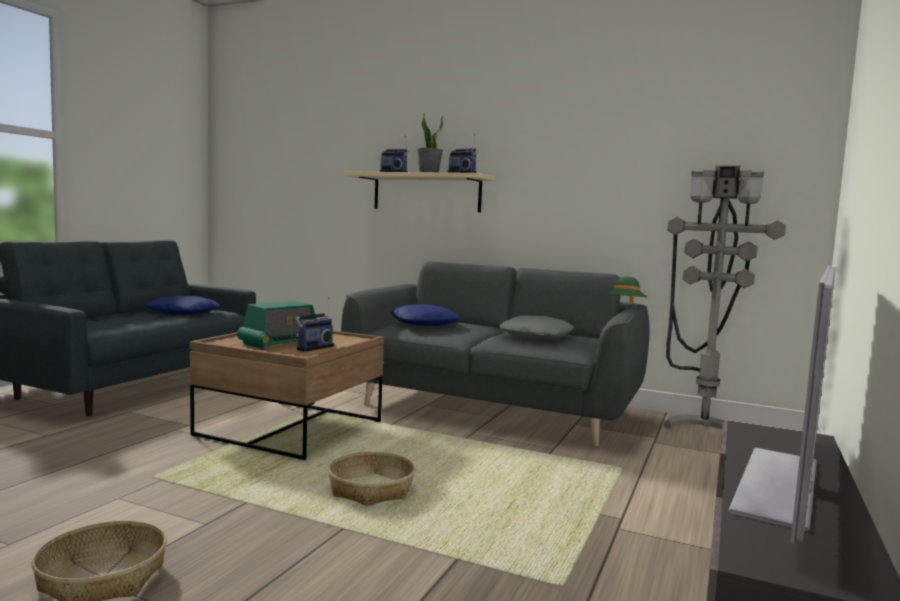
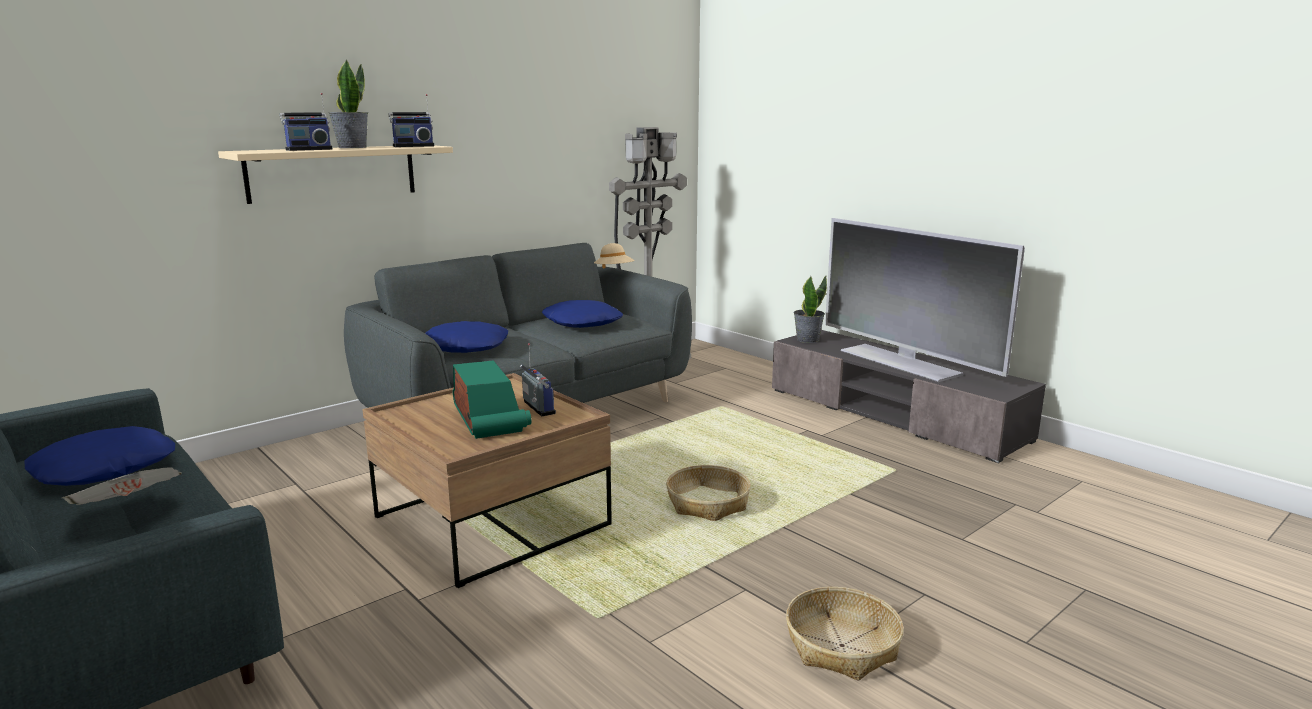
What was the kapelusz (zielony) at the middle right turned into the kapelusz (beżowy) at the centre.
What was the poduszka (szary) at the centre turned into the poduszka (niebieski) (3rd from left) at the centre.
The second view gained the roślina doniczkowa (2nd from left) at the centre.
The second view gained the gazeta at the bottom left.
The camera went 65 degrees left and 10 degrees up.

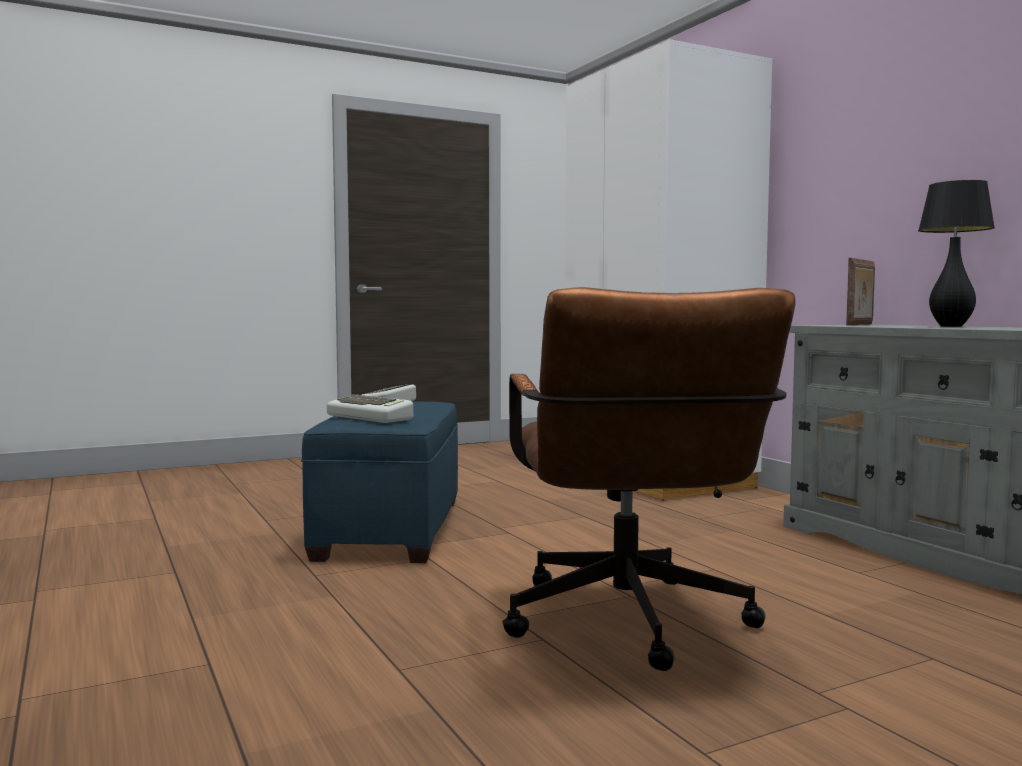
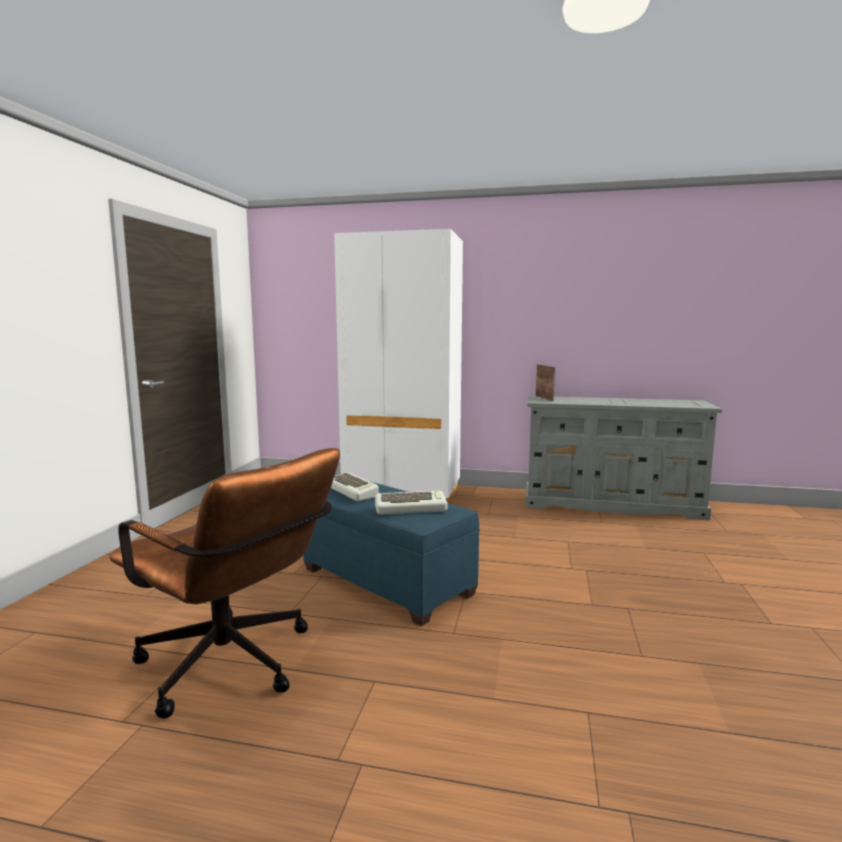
The second view lost the lampa stołowa (czarny) at the top right.
The krzesło biurowe (brązowy) ended up elsewhere, having gone from the centre to the bottom left.
The camera went 50 degrees left and 5 degrees up.

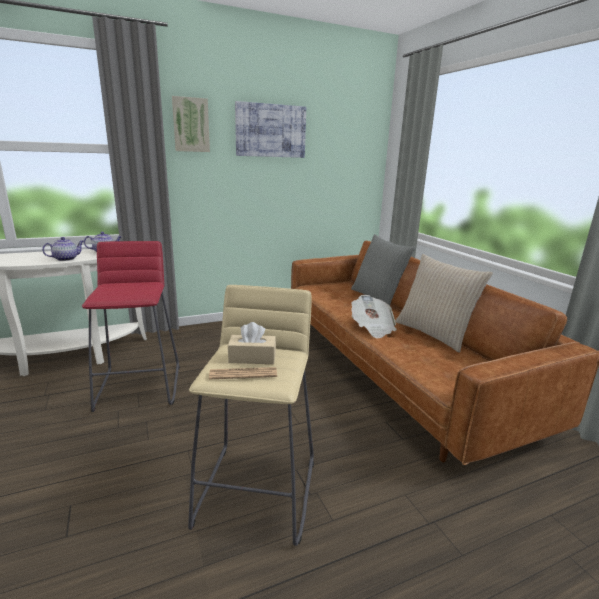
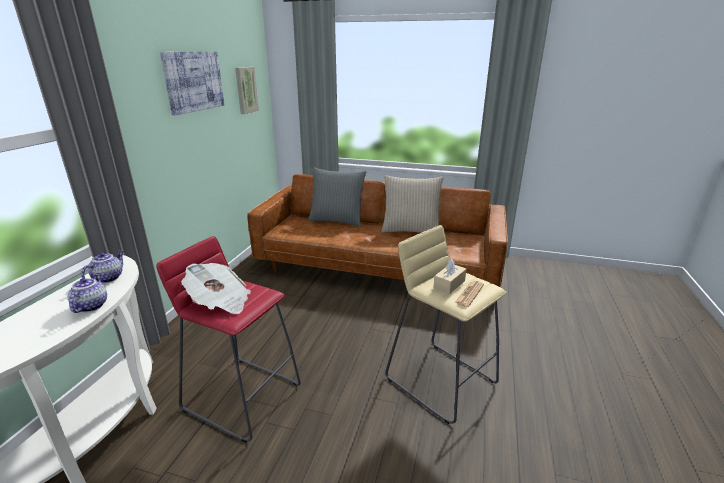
The obraz (1st from left in the first image) ended up elsewhere, having gone from the top left to the top centre.
The gazeta (2nd from left in the first image) ended up elsewhere, having gone from the centre to the middle left.
The camera went 50 degrees left and 5 degrees up.

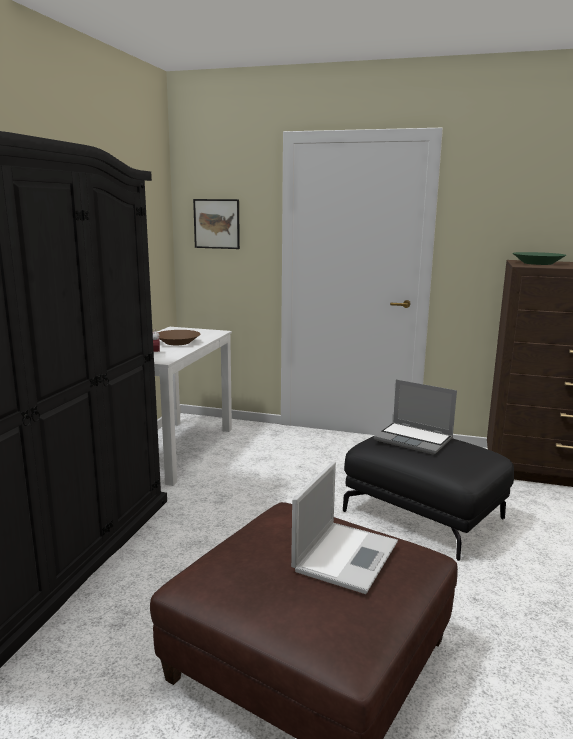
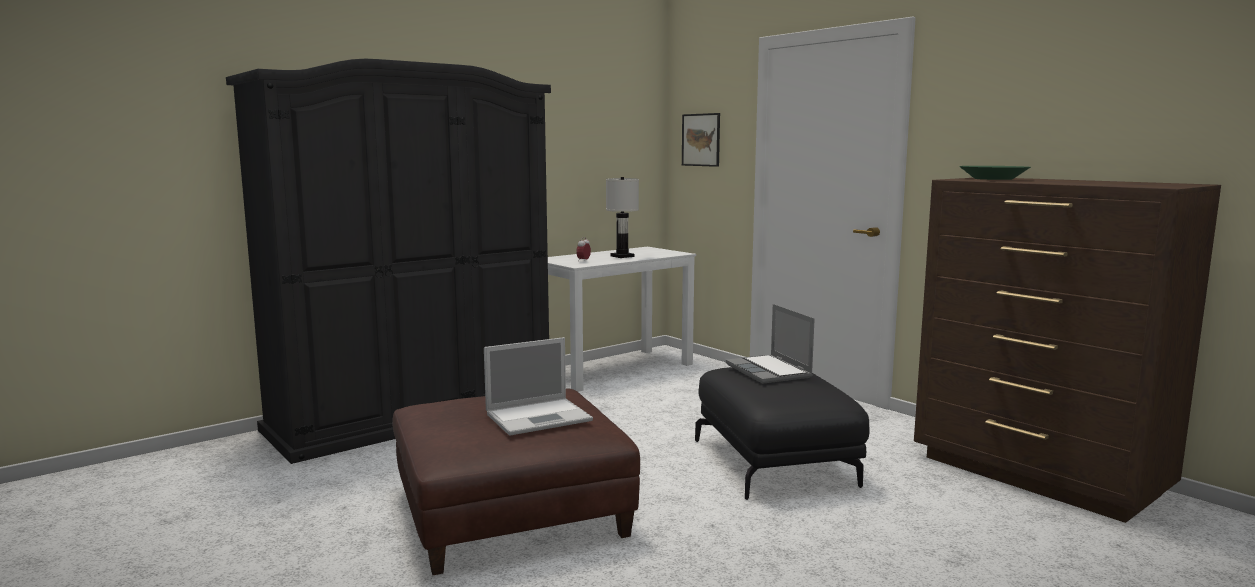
Where the miska (brązowy) stood at the middle left, the lampa stołowa (biały) came to stand at the centre.
The camera went 35 degrees right and 5 degrees down.

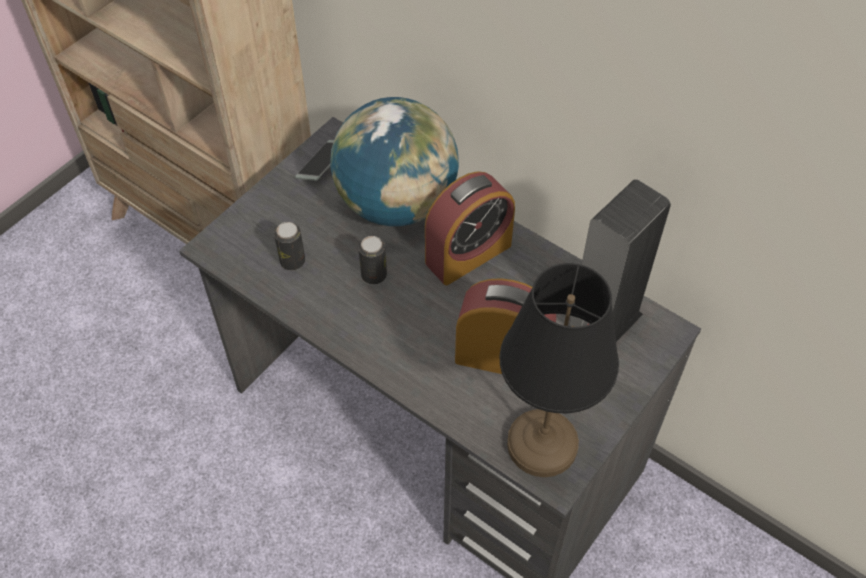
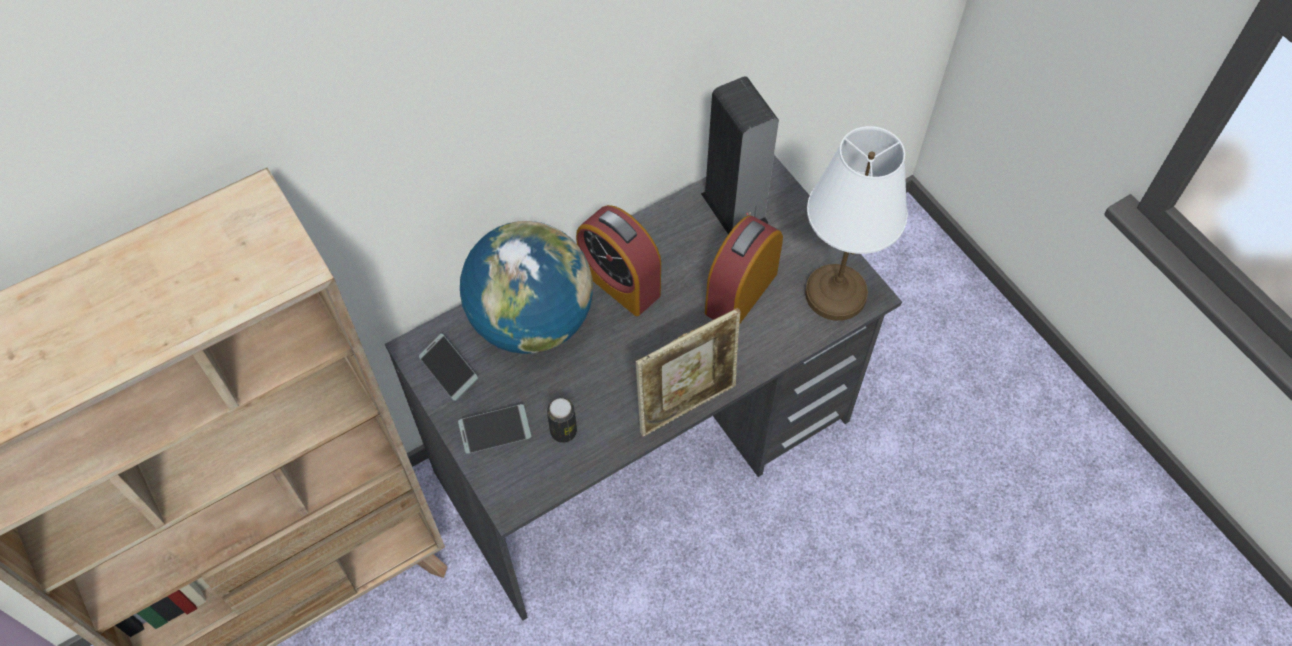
The budzik (1st from left) at the centre ended up facing another way, 150 degrees clockwise from before.
The second view lost the puszka (2nd from left) at the centre.
What was the lampa stołowa (czarny) at the centre turned into the lampa stołowa (biały) at the centre.
The second view gained the ramka na zdjęcie at the centre.
The second view gained the telefon (2nd from left) at the centre.
The camera went 70 degrees left and 5 degrees up.

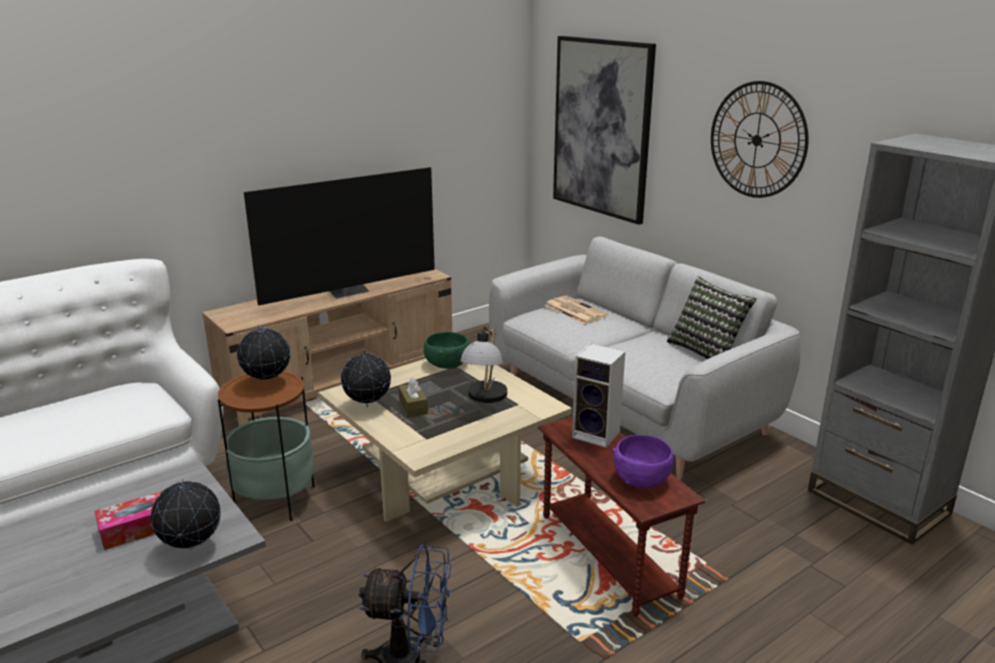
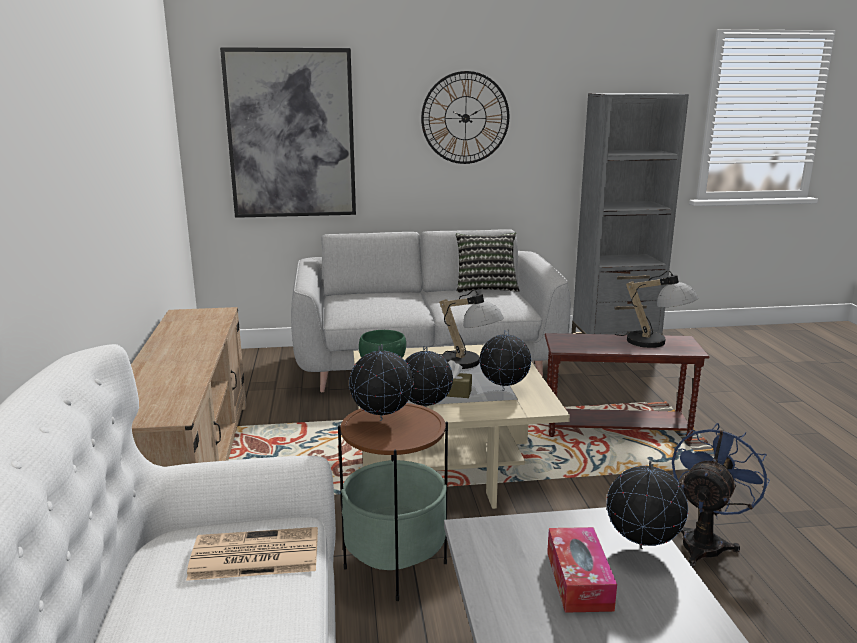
The second view lost the telewizor at the centre.
The gazeta ended up elsewhere, having gone from the centre to the bottom left.
The second view lost the głośnik at the centre.
Where the miska (fioletowy) stood at the bottom centre, the lampa stołowa (2nd from left) came to stand at the middle right.
The second view gained the globus (3rd from left) at the centre.
The camera went 60 degrees left and 5 degrees down.

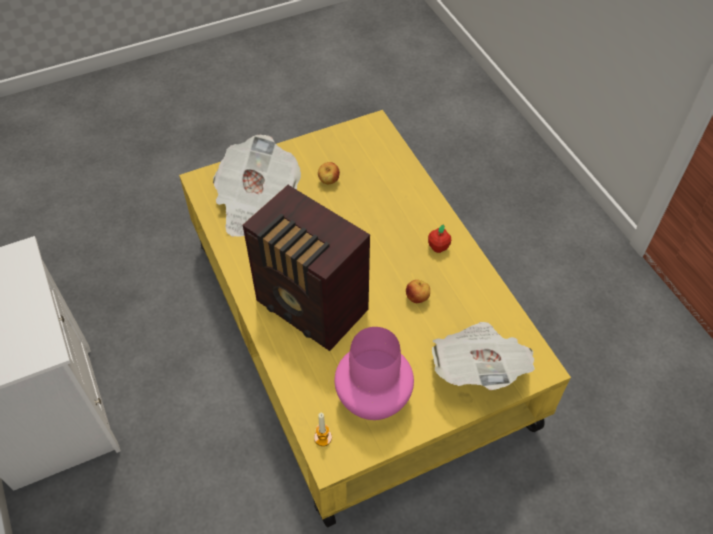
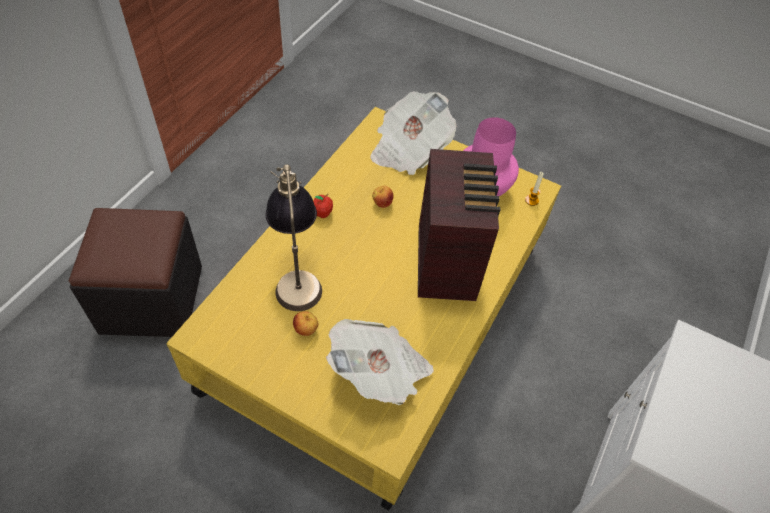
The second view gained the lampa stołowa at the centre.
The second view gained the pufa (czarny) at the middle left.
The camera went 130 degrees left and 0 degrees up.

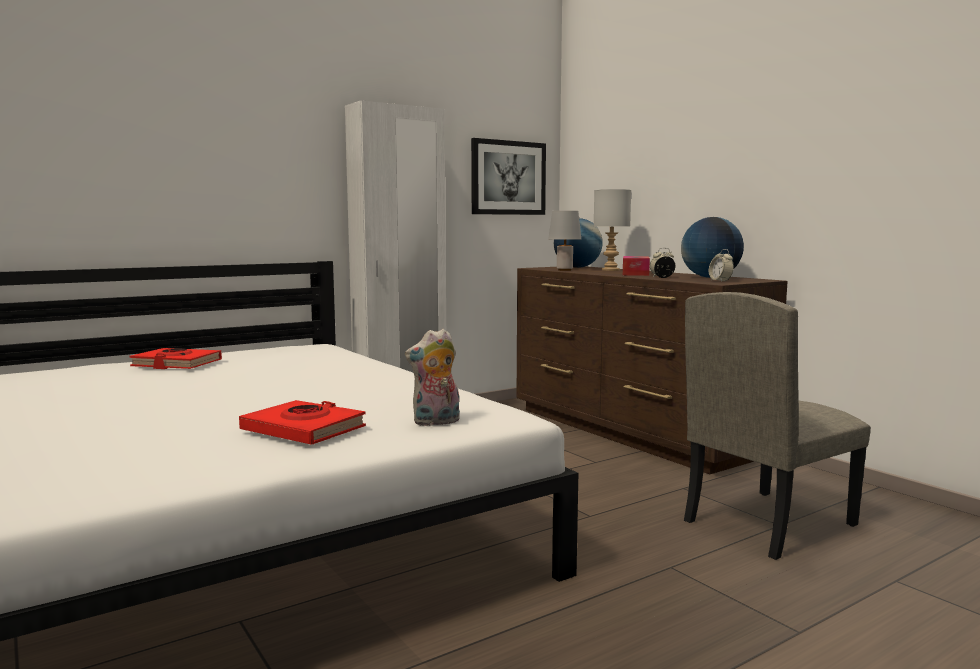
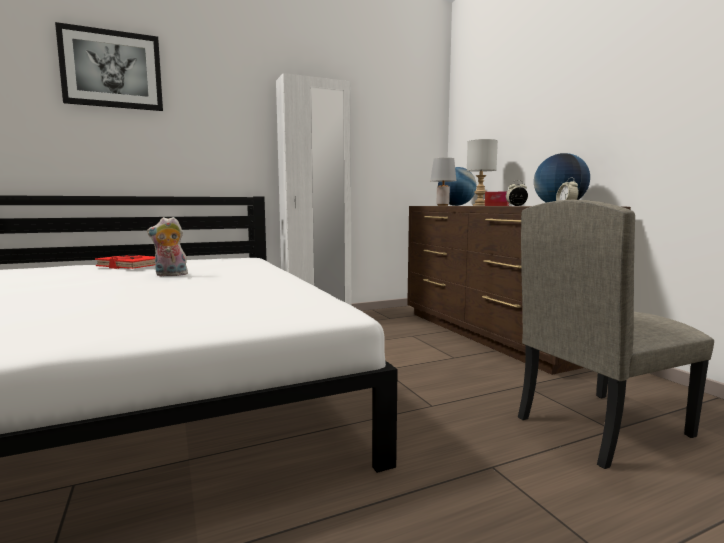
The obraz ended up elsewhere, having gone from the top centre to the top left.
The pluszak ended up elsewhere, having gone from the centre to the middle left.
The second view lost the książka (czerwony) (2nd from left) at the middle left.
The camera went 10 degrees right and 0 degrees up.

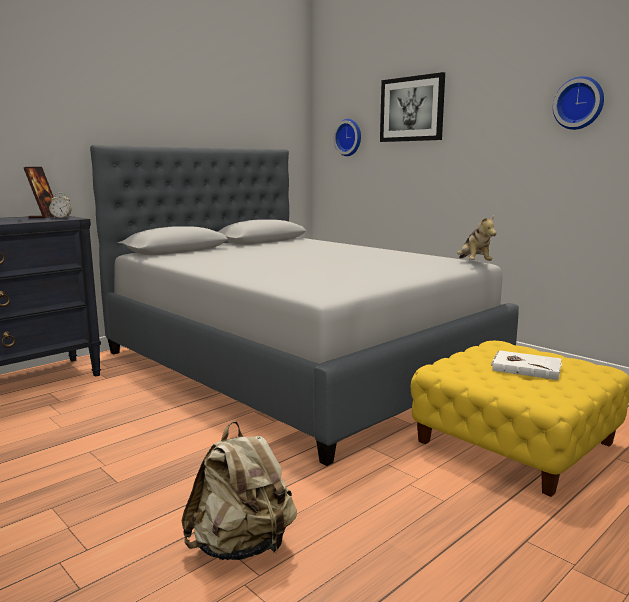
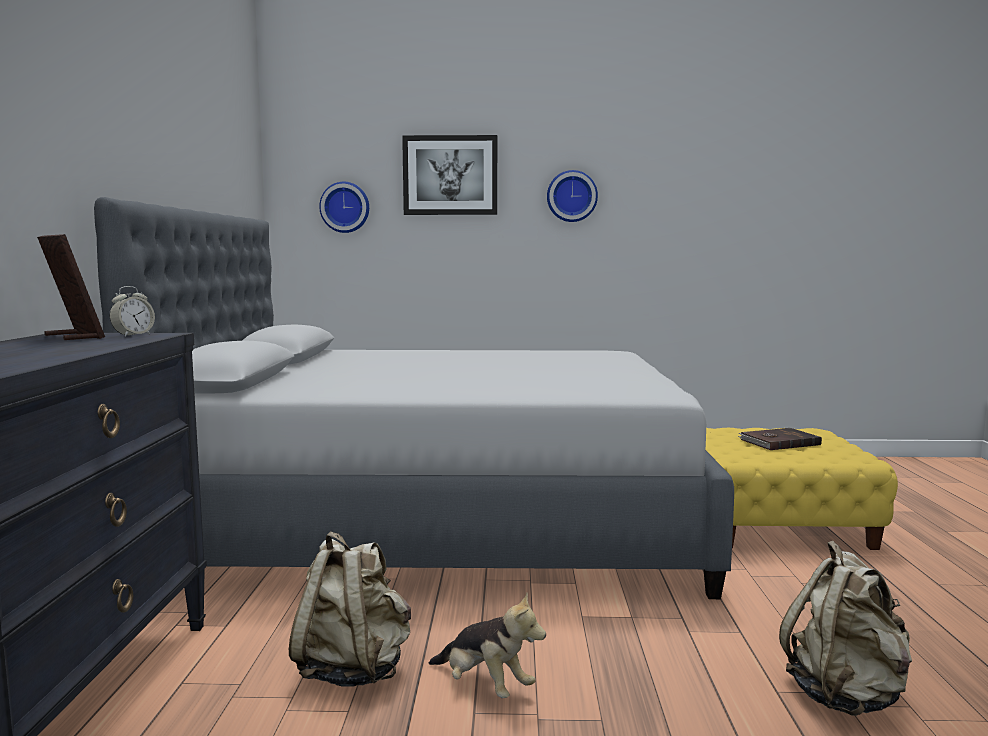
The zegar ścienny (2nd from left) ended up elsewhere, having gone from the top right to the top centre.
The pluszak ended up elsewhere, having gone from the middle right to the bottom centre.
What was the książka (biały) at the middle right turned into the książka (brązowy) at the middle right.
The second view gained the plecak (beżowy) (1st from left) at the bottom centre.
The camera went 45 degrees left and 5 degrees down.

